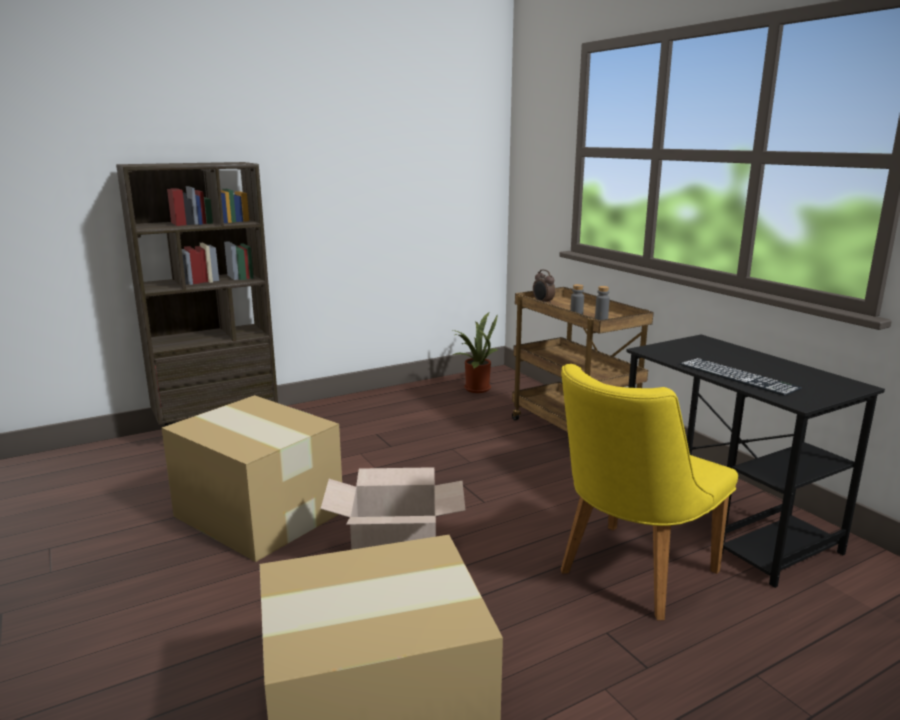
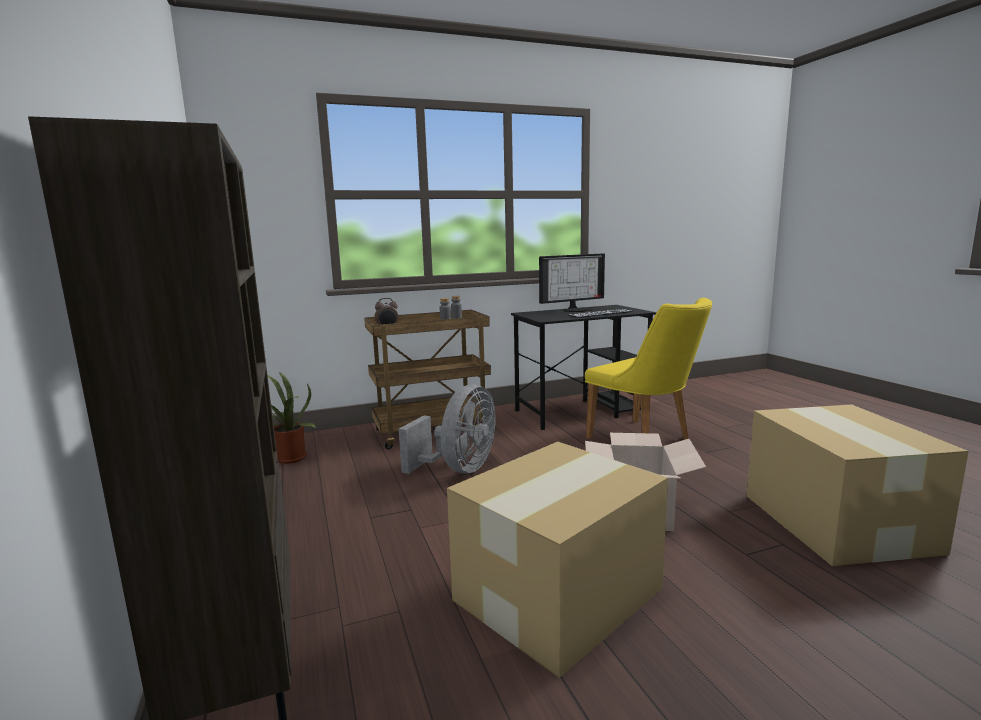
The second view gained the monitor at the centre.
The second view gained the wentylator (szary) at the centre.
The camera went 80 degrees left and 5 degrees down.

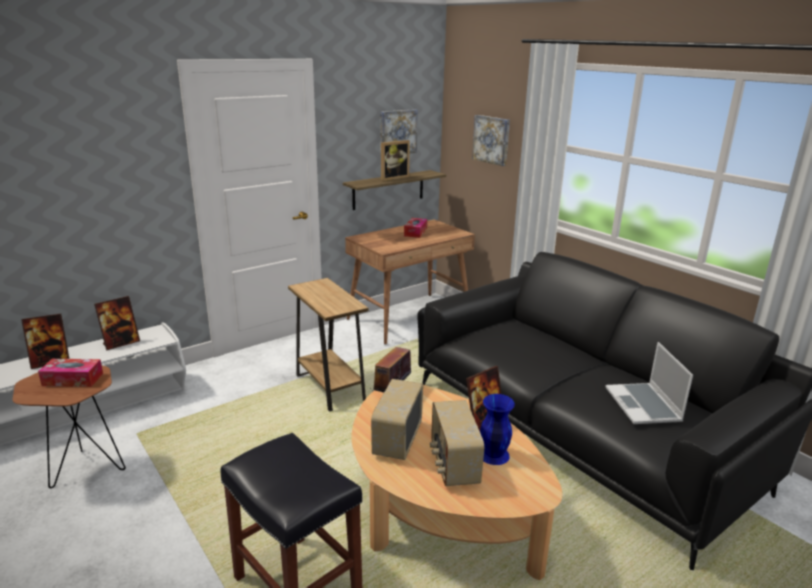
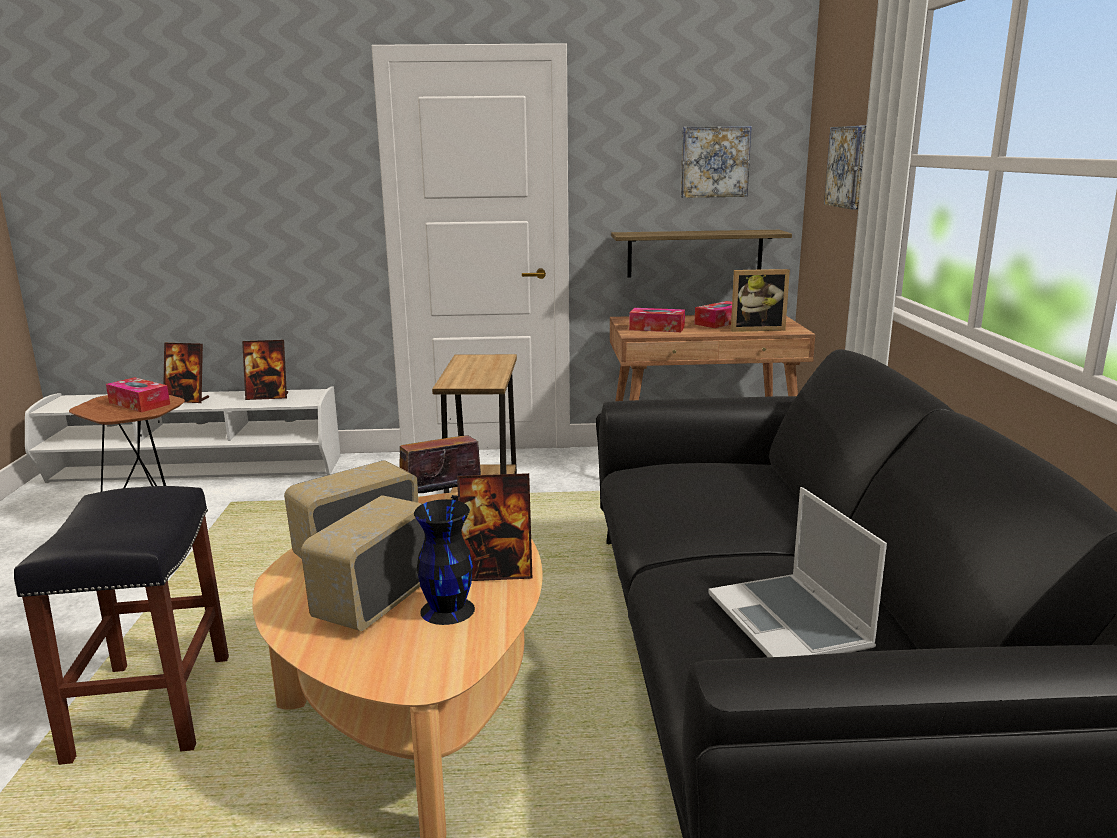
The ramka na zdjęcie (3rd from left in the first image) ended up elsewhere, having gone from the top centre to the middle right.
The laptop at the middle right ended up facing another way, 45 degrees counterclockwise from before.
What was the wazon (niebieski) at the bottom centre turned into the wazon (czarny) at the bottom centre.
The second view gained the pudełko chusteczek (2nd from left) at the centre.
The camera went 35 degrees right and 5 degrees down.

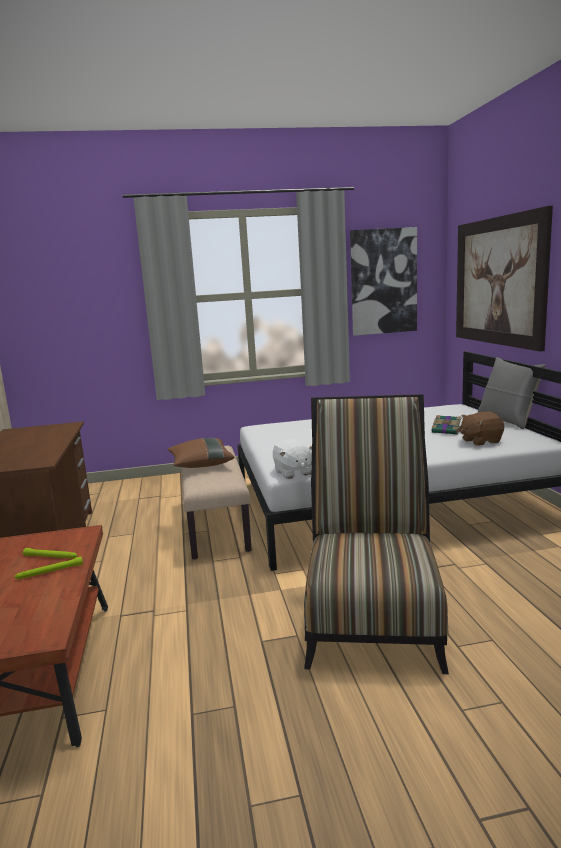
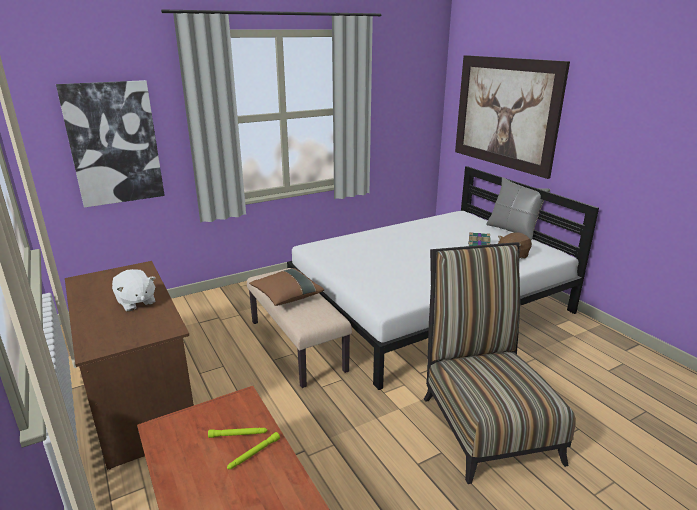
The obraz (1st from left) ended up elsewhere, having gone from the top right to the top left.
The pluszak (biały) ended up elsewhere, having gone from the centre to the middle left.
The camera went 20 degrees left and 10 degrees up.

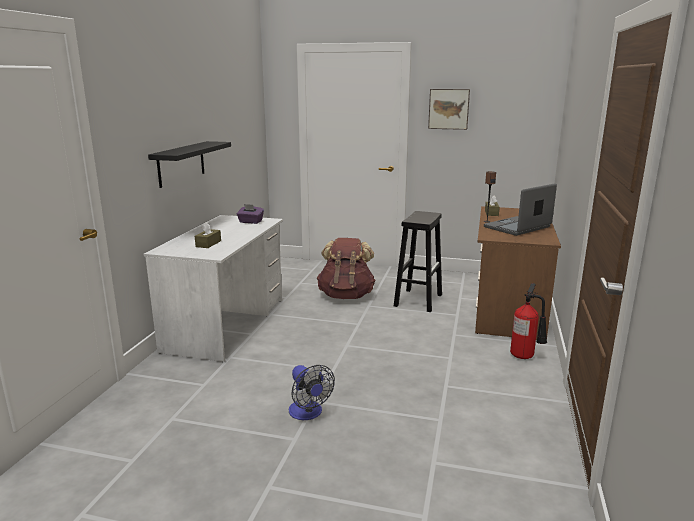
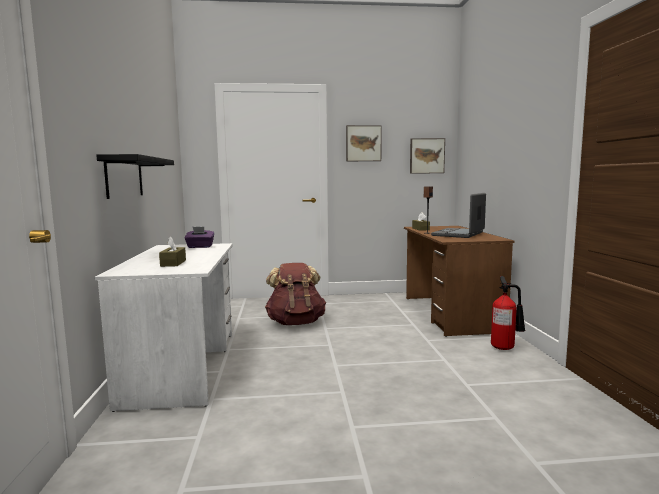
The second view lost the stołek (czarny) at the centre.
The second view lost the wentylator at the bottom centre.
The second view gained the obraz (2nd from left) at the top centre.
The camera went 20 degrees left and 10 degrees down.

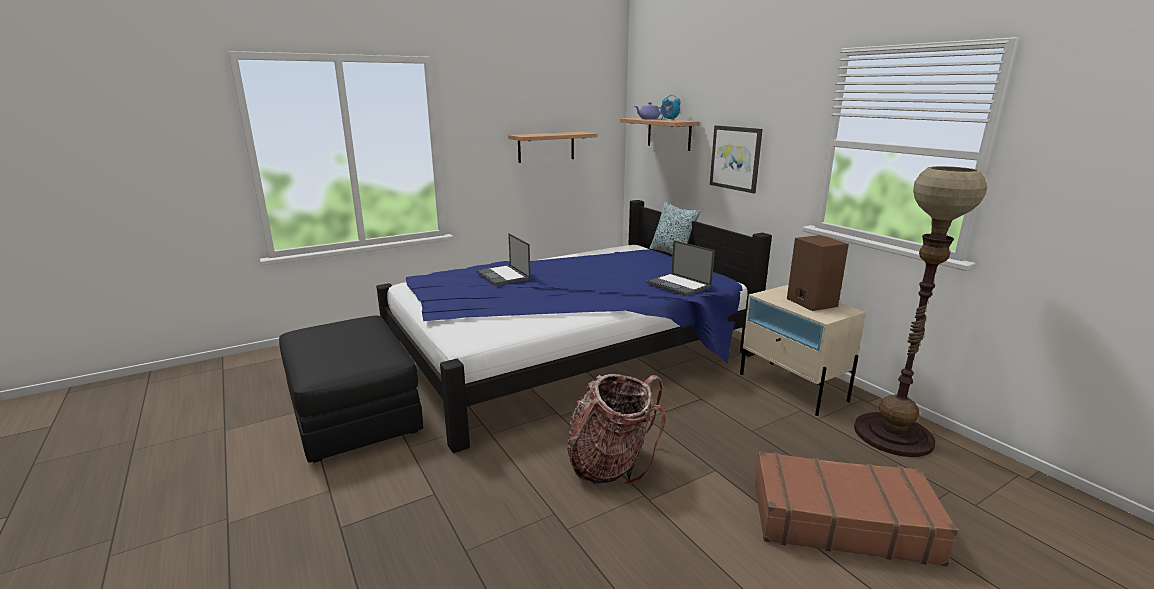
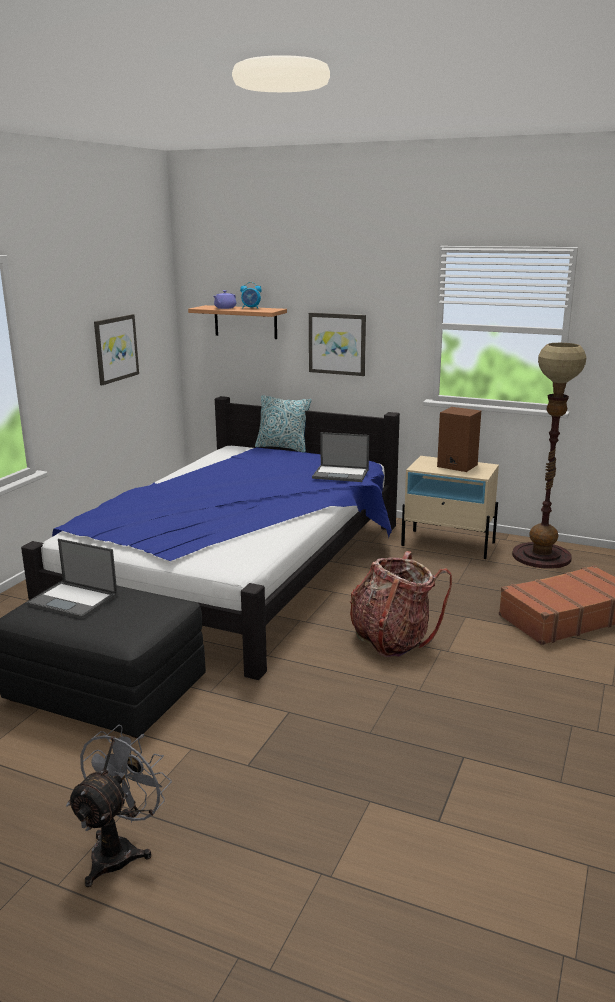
Where the półka (1st from left) hung at the top centre, the obraz (1st from left) came to hang at the middle left.
The laptop (1st from left) ended up elsewhere, having gone from the centre to the middle left.
The second view gained the wentylator (szary) at the bottom left.
The camera went 35 degrees left and 0 degrees up.

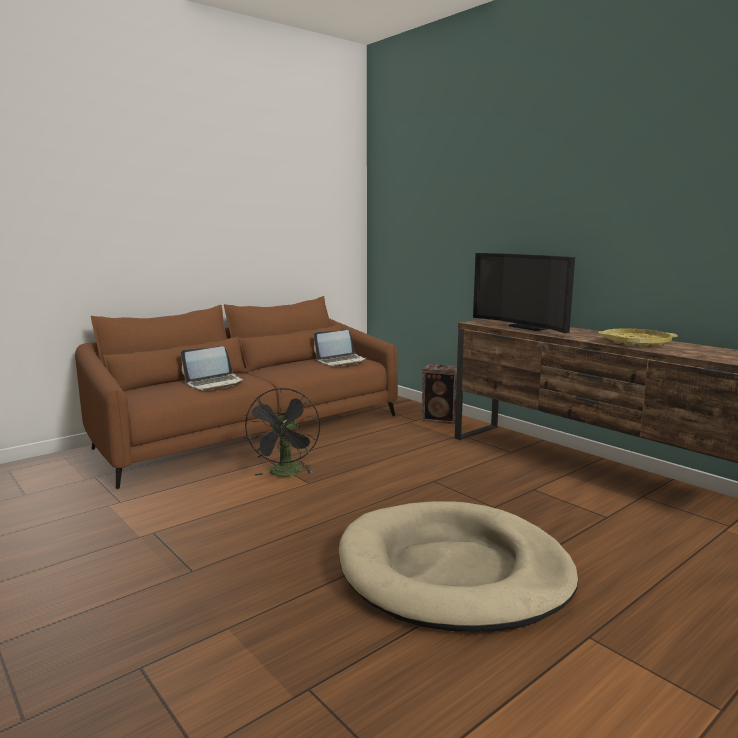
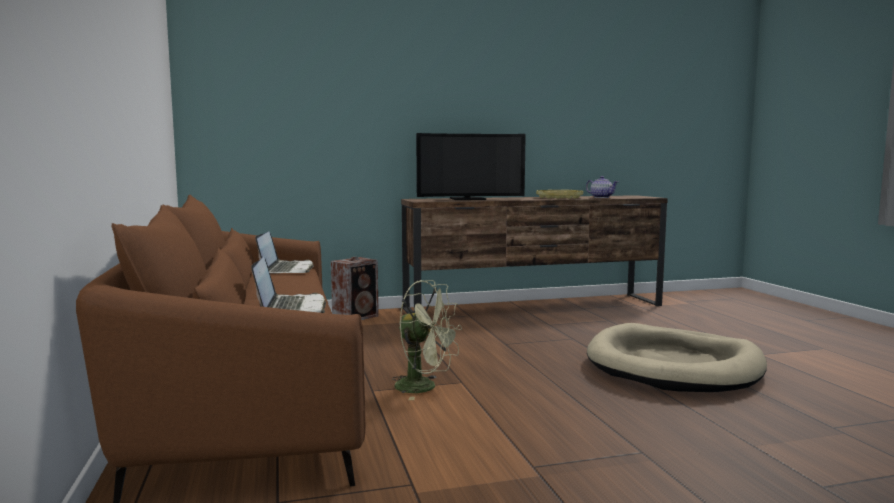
What was the wentylator (czarny) at the centre turned into the wentylator (zielony) at the bottom centre.
The second view gained the imbryk at the middle right.
The camera went 65 degrees left and 5 degrees down.

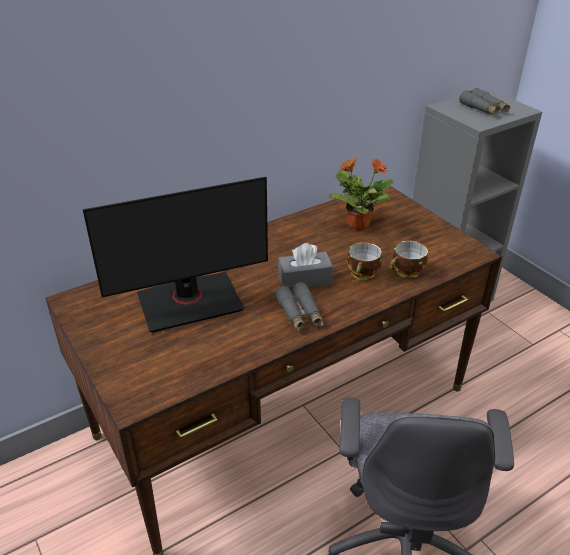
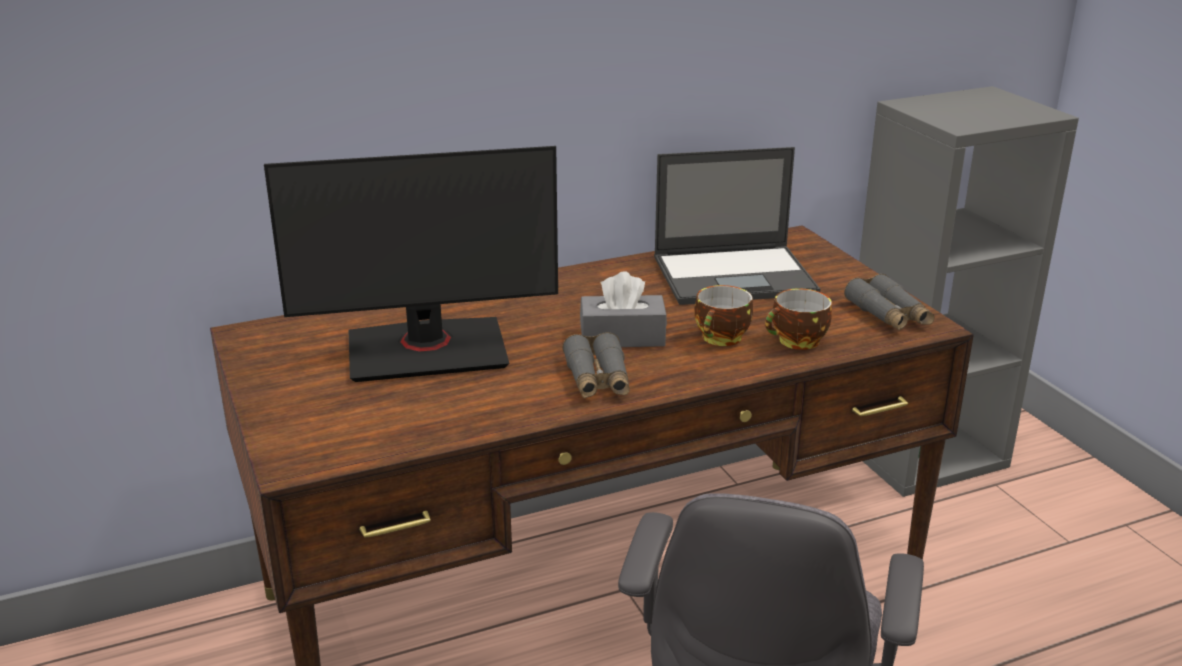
The lornetka (szary) (2nd from left) ended up elsewhere, having gone from the top right to the middle right.
Where the roślina doniczkowa stood at the centre, the laptop came to stand at the centre.
The camera went 10 degrees right and 10 degrees down.

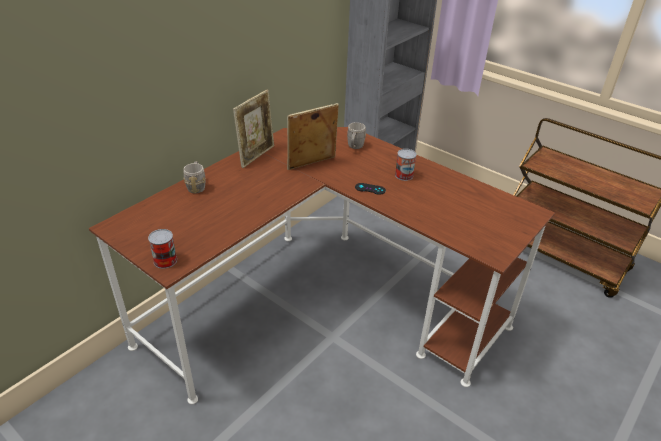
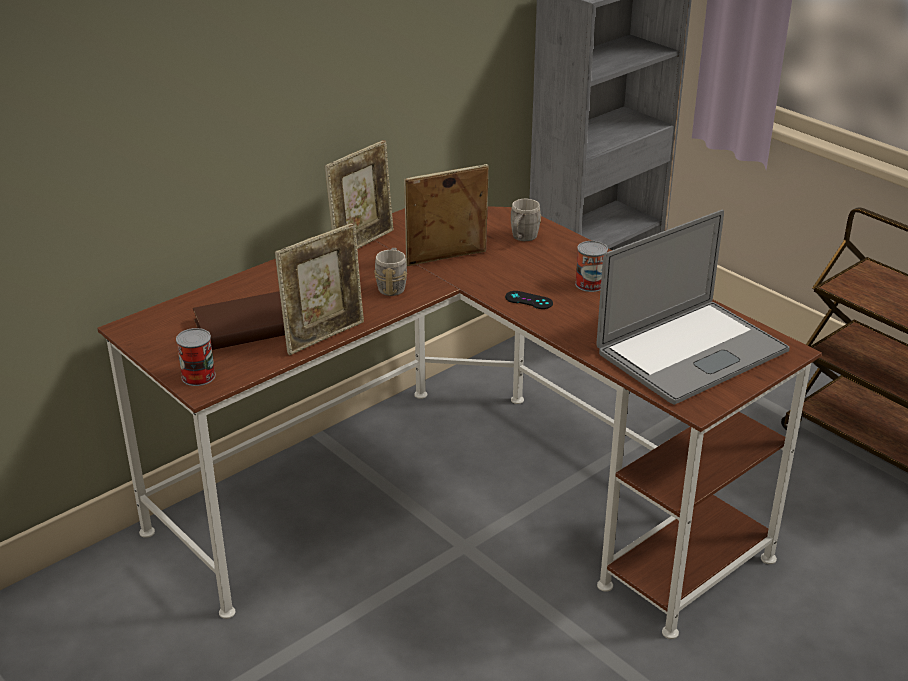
The kubek (szary) (1st from left) ended up elsewhere, having gone from the middle left to the centre.
The second view gained the laptop at the middle right.
The second view gained the ramka na zdjęcie (1st from left) at the centre.
The second view gained the książka (brązowy) at the middle left.
The camera went 10 degrees right and 5 degrees down.

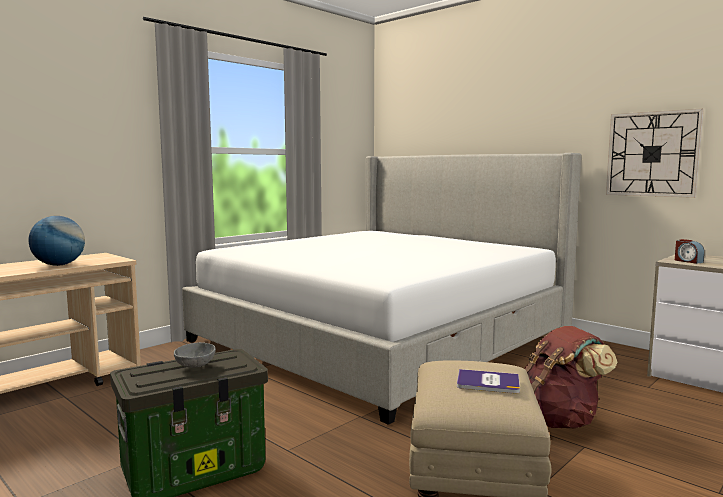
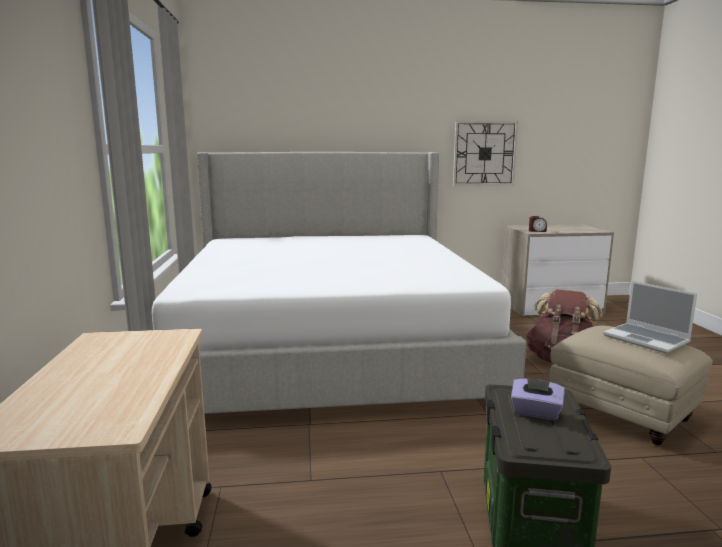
The second view lost the globus at the middle left.
Where the miska (szary) stood at the bottom left, the pudełko chusteczek (fioletowy) came to stand at the bottom right.
Where the książka stood at the bottom right, the laptop came to stand at the middle right.
The camera went 50 degrees left and 5 degrees up.

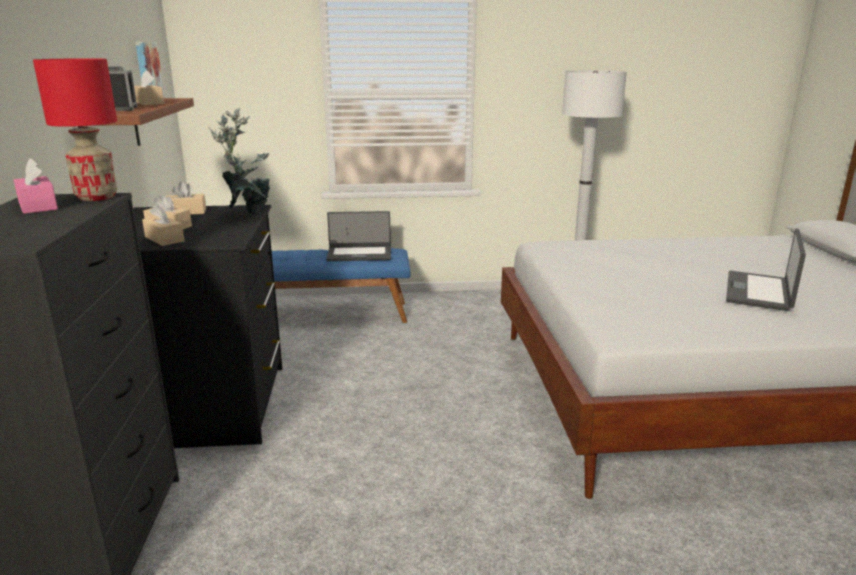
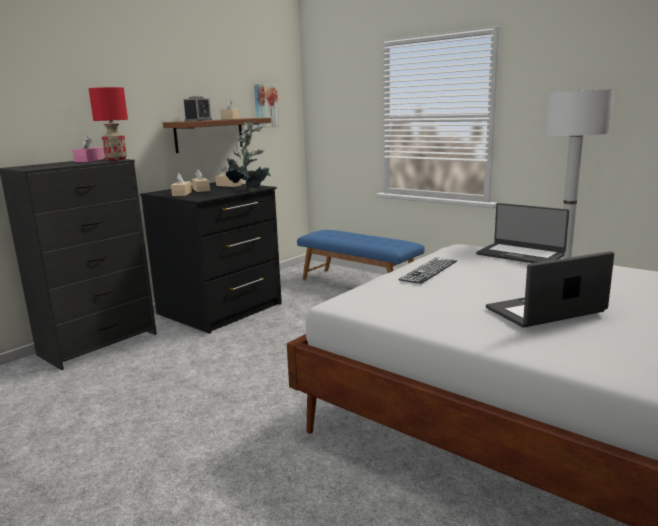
The laptop (1st from left) ended up elsewhere, having gone from the centre to the middle right.
The second view gained the klawiatura at the centre.
The camera went 45 degrees right and 5 degrees down.

